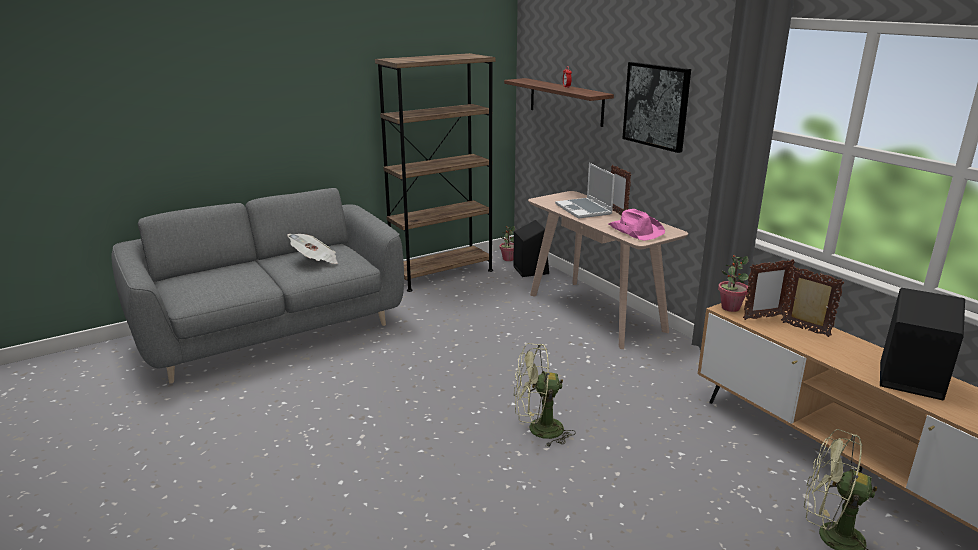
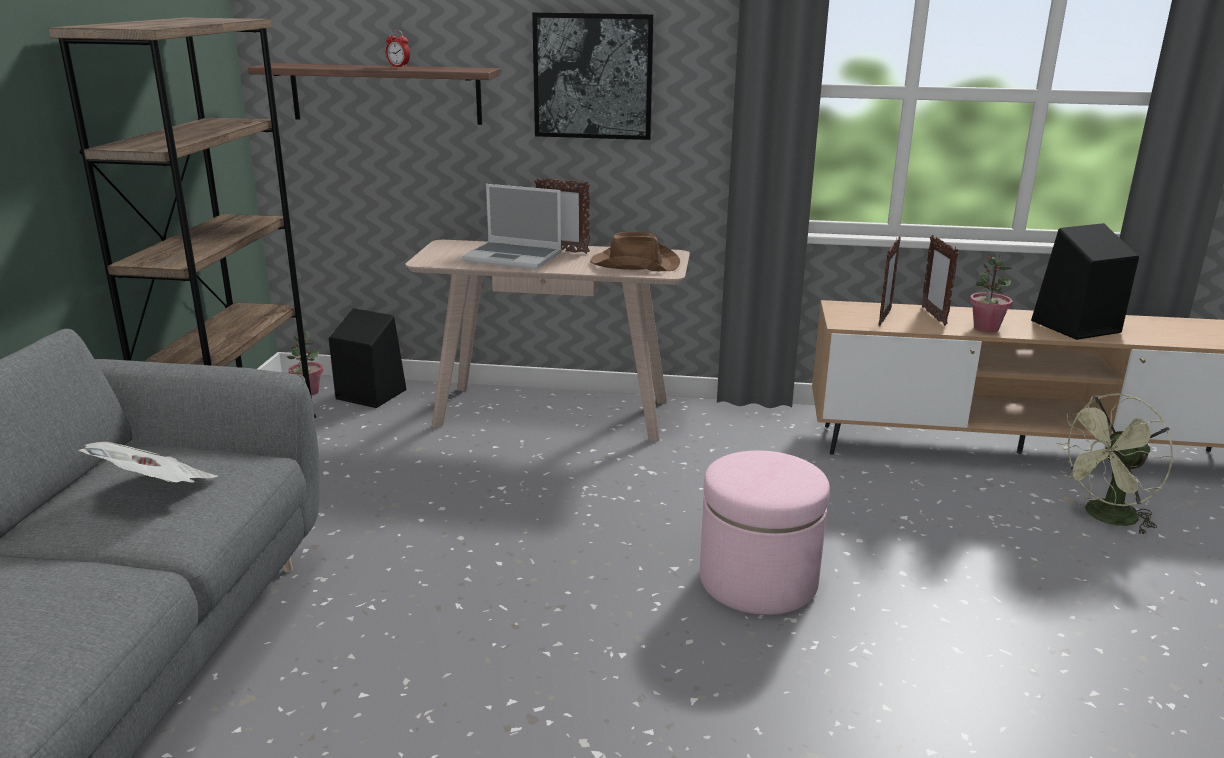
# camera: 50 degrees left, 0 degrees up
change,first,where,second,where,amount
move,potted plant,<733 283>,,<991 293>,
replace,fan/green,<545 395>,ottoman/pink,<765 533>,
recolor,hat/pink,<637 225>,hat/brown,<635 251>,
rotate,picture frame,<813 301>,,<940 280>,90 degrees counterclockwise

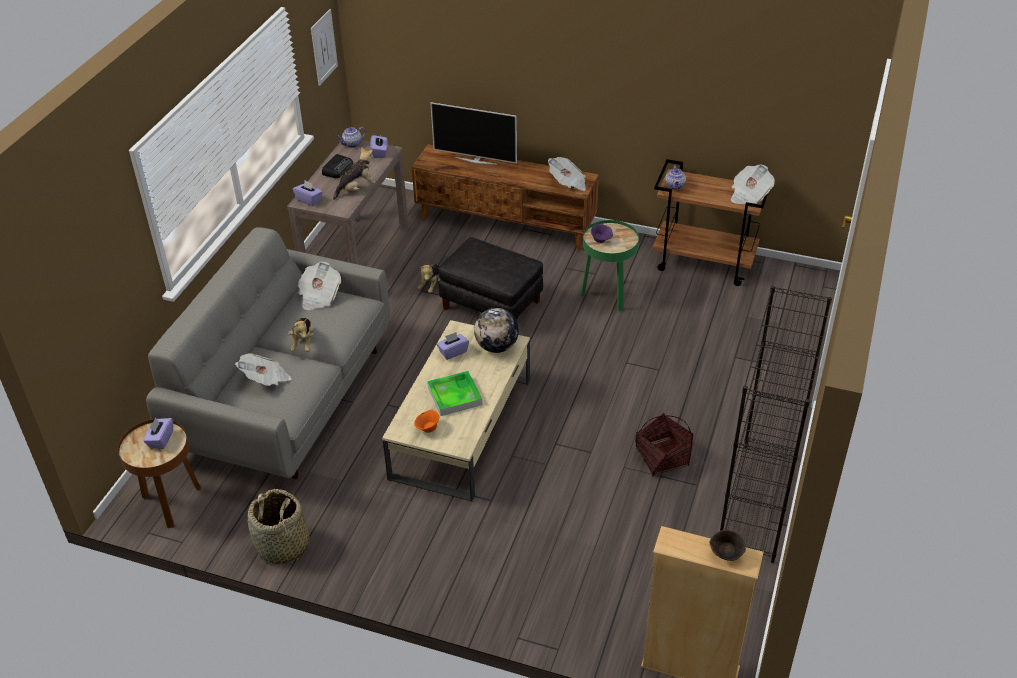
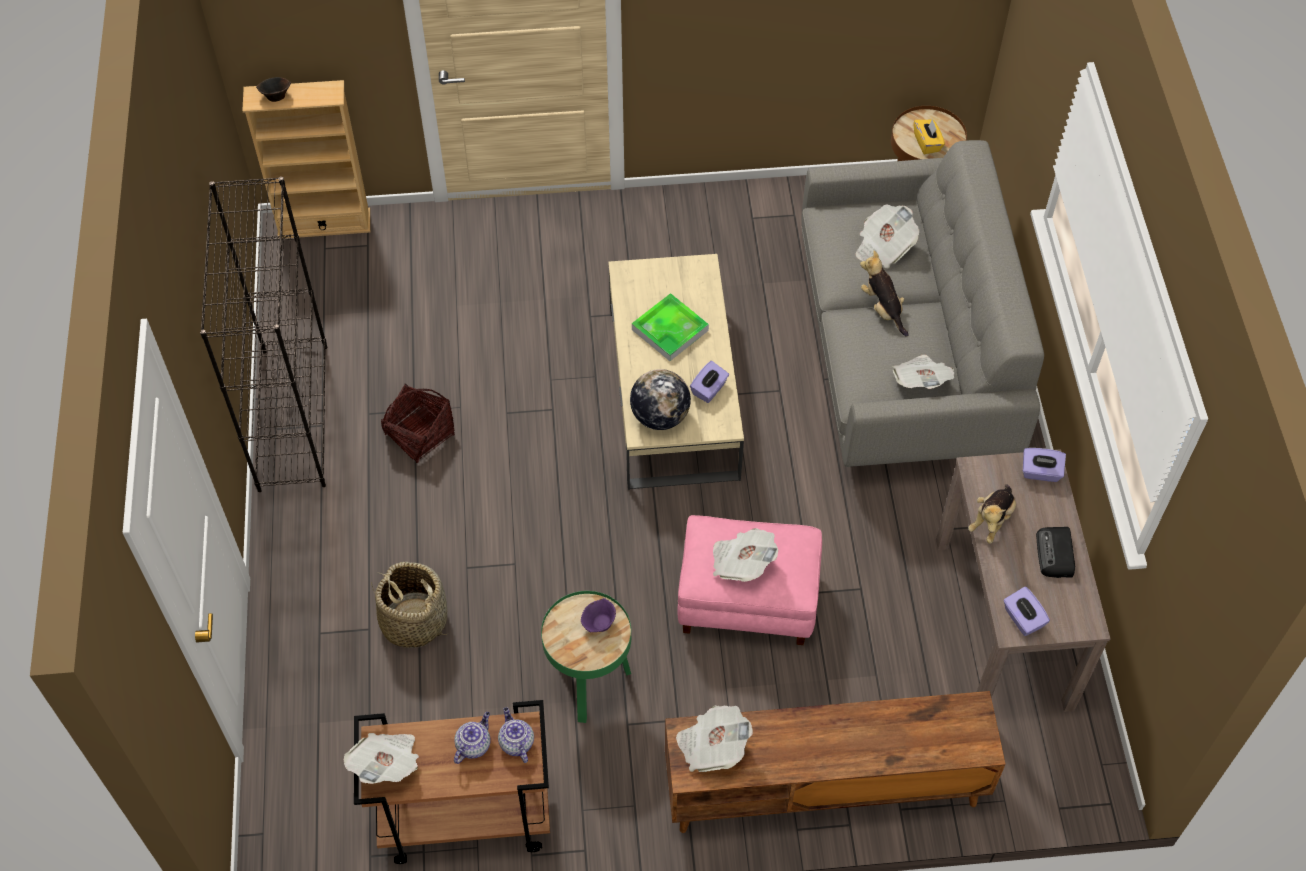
# camera: 155 degrees right, 15 degrees up
change,first,where,second,where,amount
delete,picture,<324 47>,,,
delete,bowl/orange,<426 421>,,,
delete,plush toy,<429 278>,,,
delete,television,<473 133>,,,
insert,,,newspaper,<745 555>,
move,basket,<279 526>,,<410 605>,
move,teapot,<351 137>,,<472 738>,
recolor,tissue box/purple,<158 433>,tissue box/yellow,<929 136>,
recolor,ottoman/black,<490 278>,ottoman/pink,<750 580>,

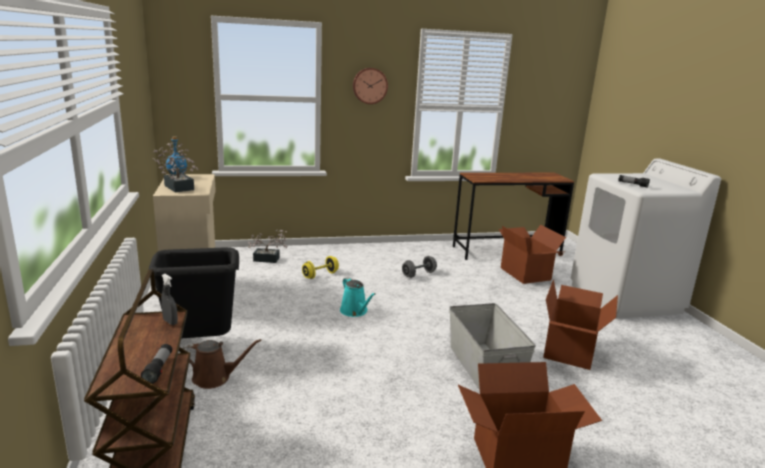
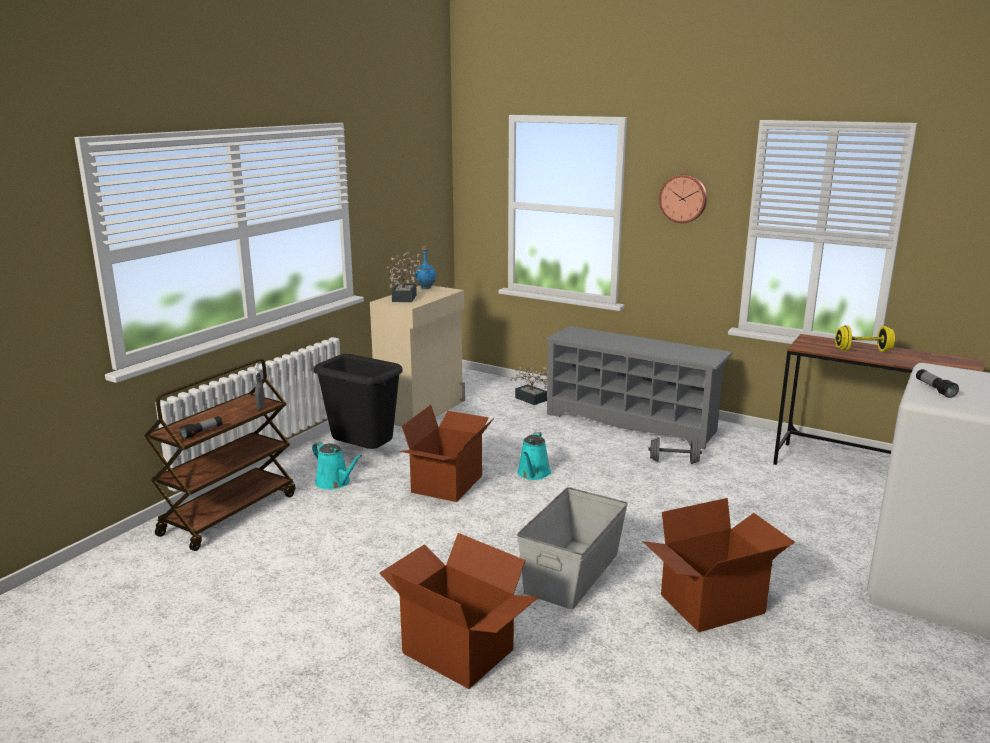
# camera: 45 degrees right, 0 degrees up
change,first,where,second,where,amount
insert,,,shoe rack/grey,<639 387>,
move,dumbbell/yellow,<320 267>,,<865 338>,
move,cardboard box,<532 254>,,<446 453>,
recolor,watering can/brown,<220 364>,watering can/turquoise,<337 466>,

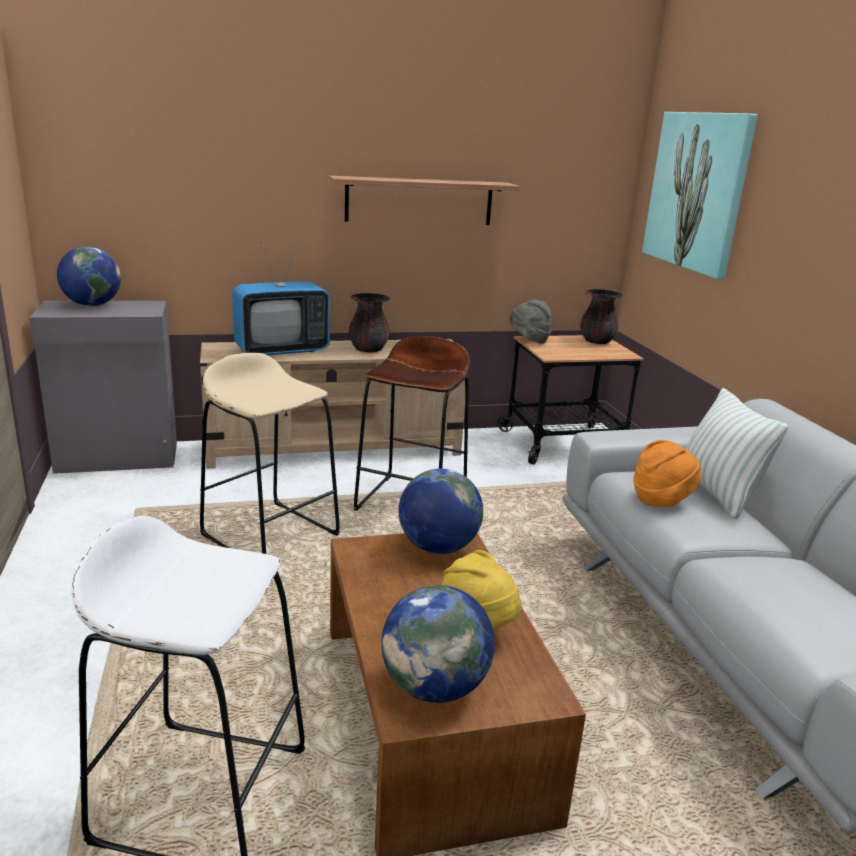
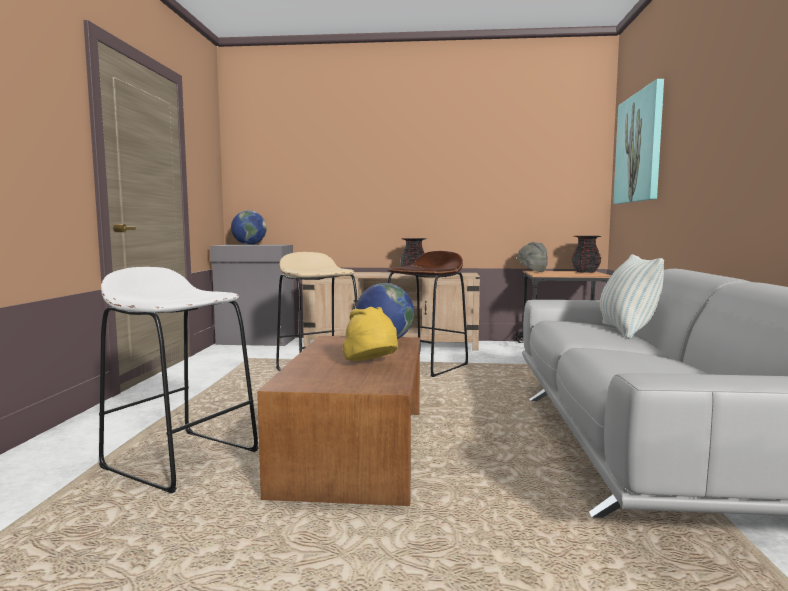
# camera: 20 degrees right, 15 degrees down
change,first,where,second,where,amount
delete,television,<281 298>,,,
delete,shelf,<424 200>,,,
delete,globe,<438 644>,,,
delete,hat/orange,<667 473>,,,

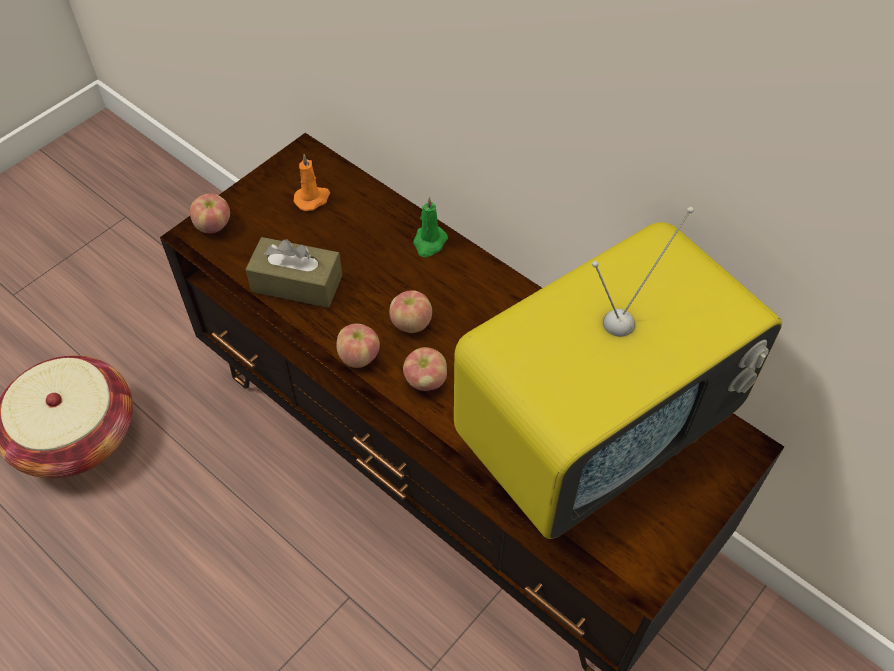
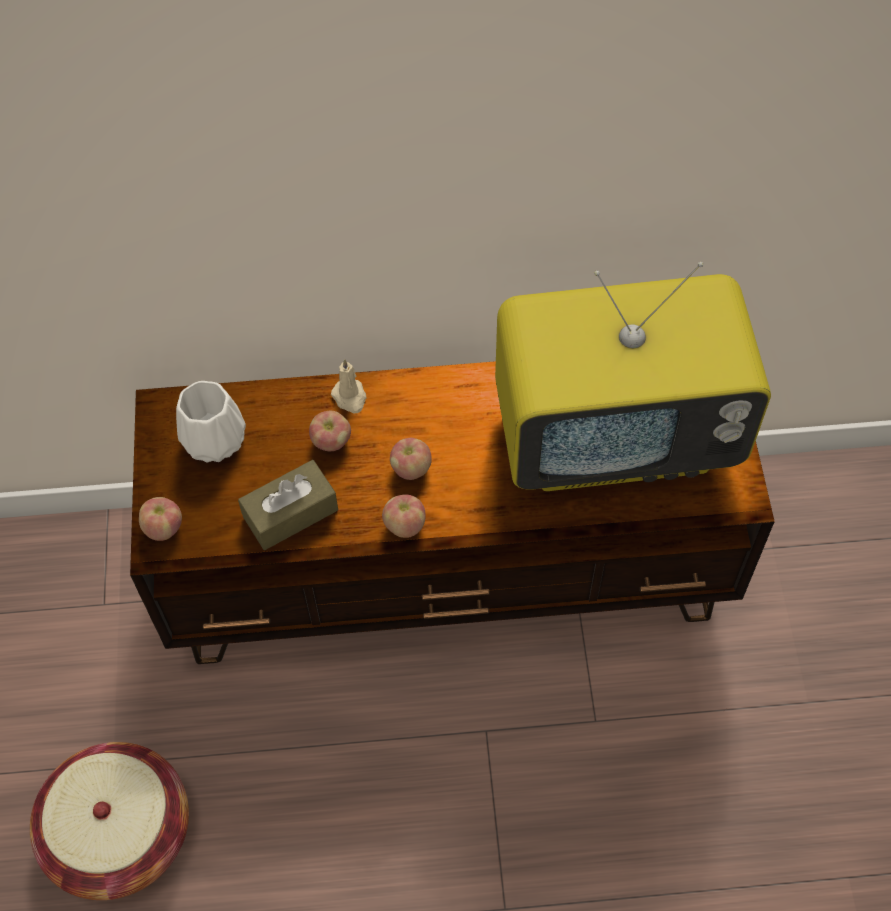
# camera: 45 degrees left, 5 degrees up
change,first,where,second,where,amount
move,apple,<425 369>,,<330 431>,
replace,candle/orange,<312 182>,vase/white,<211 422>,
recolor,candle/green,<430 227>,candle/beige,<348 386>,
rotate,television,<618 373>,,<633 376>,75 degrees clockwise

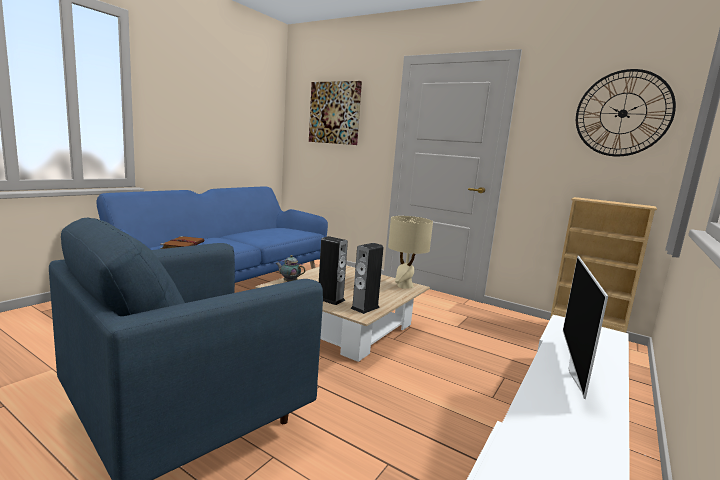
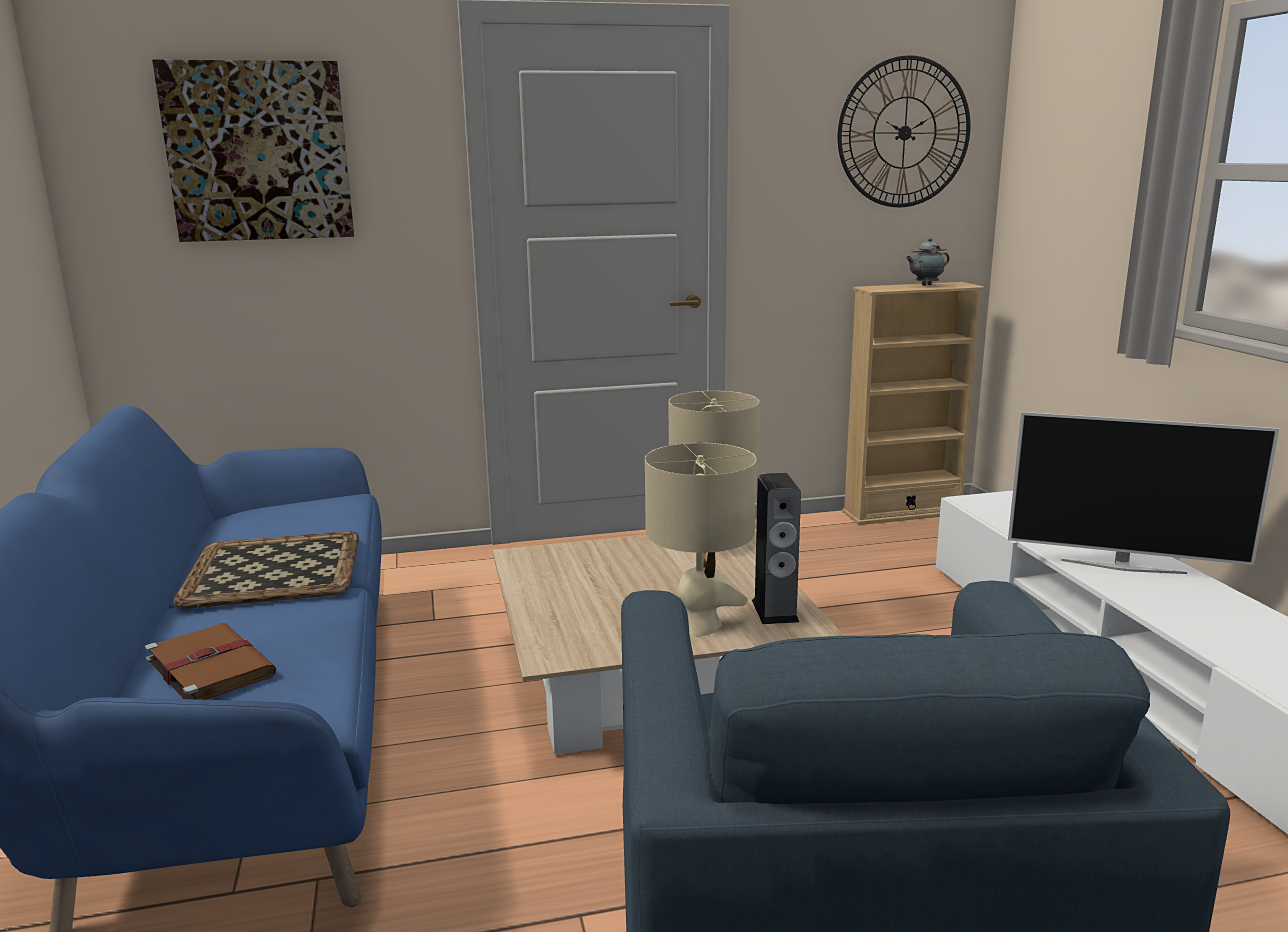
# camera: 45 degrees left, 5 degrees up
change,first,where,second,where,amount
insert,,,tray,<266 570>,
move,teapot,<290 268>,,<927 262>,
replace,speaker,<333 270>,table lamp/beige,<701 540>,
rotate,television,<585 327>,,<1143 493>,45 degrees counterclockwise

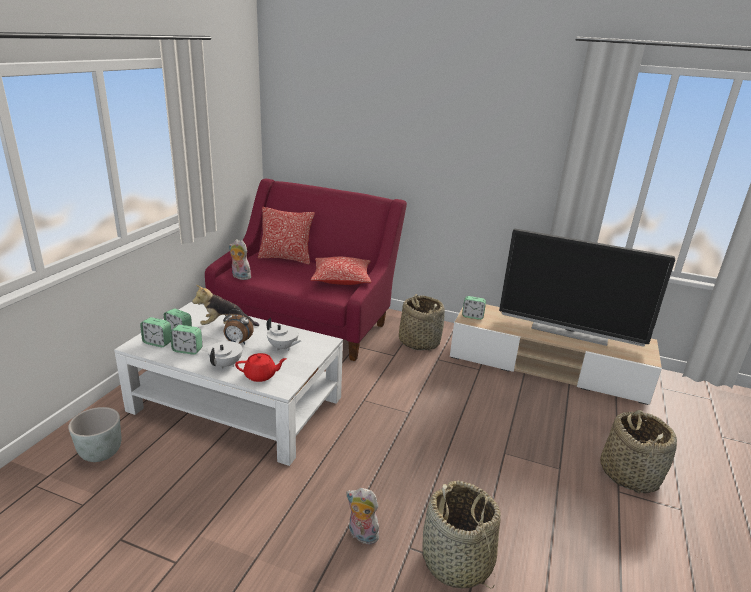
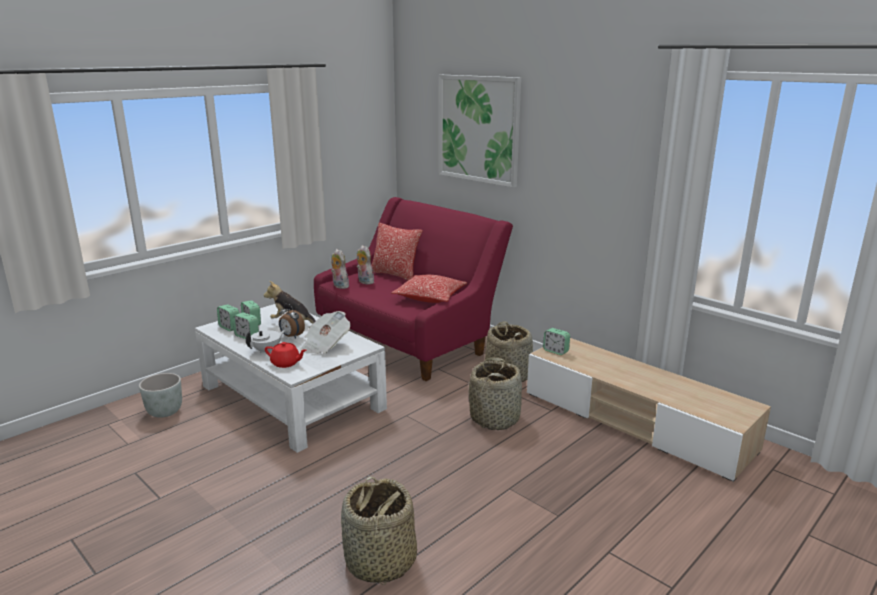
# camera: 25 degrees right, 5 degrees down
change,first,where,second,where,amount
delete,television,<587 287>,,,
insert,,,picture,<480 131>,
move,plush toy,<364 516>,,<365 264>,
move,basket,<638 452>,,<495 394>,
replace,teapot/white,<284 334>,newspaper,<325 332>,

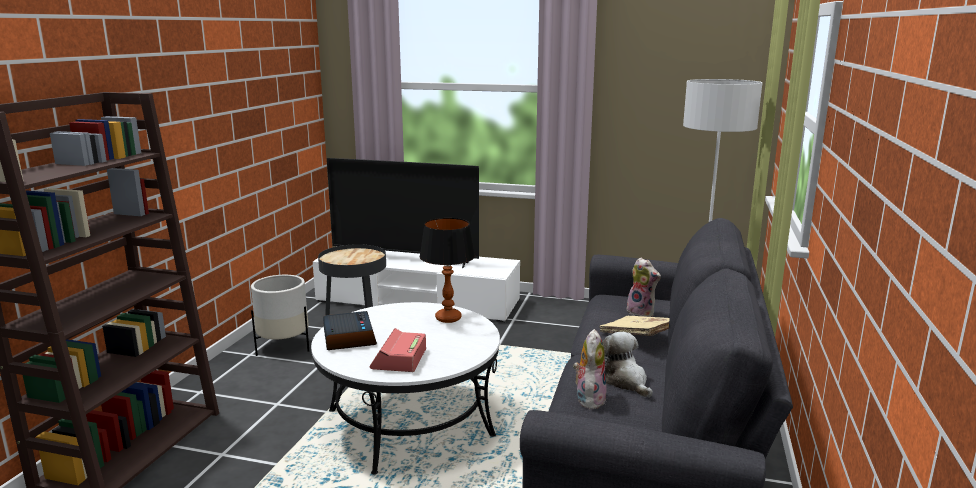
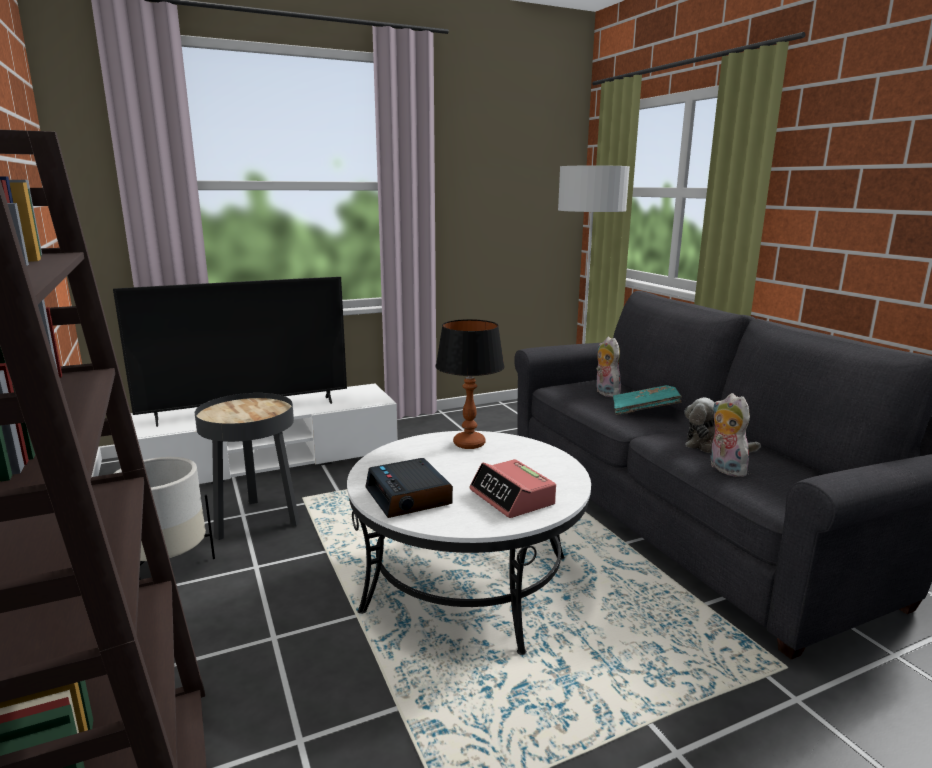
# camera: 40 degrees left, 0 degrees up
change,first,where,second,where,amount
recolor,book/beige,<634 326>,book/turquoise,<647 400>,
rotate,alarm clock,<350 330>,,<409 488>,150 degrees counterclockwise
rotate,plush toy,<643 287>,,<608 367>,120 degrees counterclockwise

